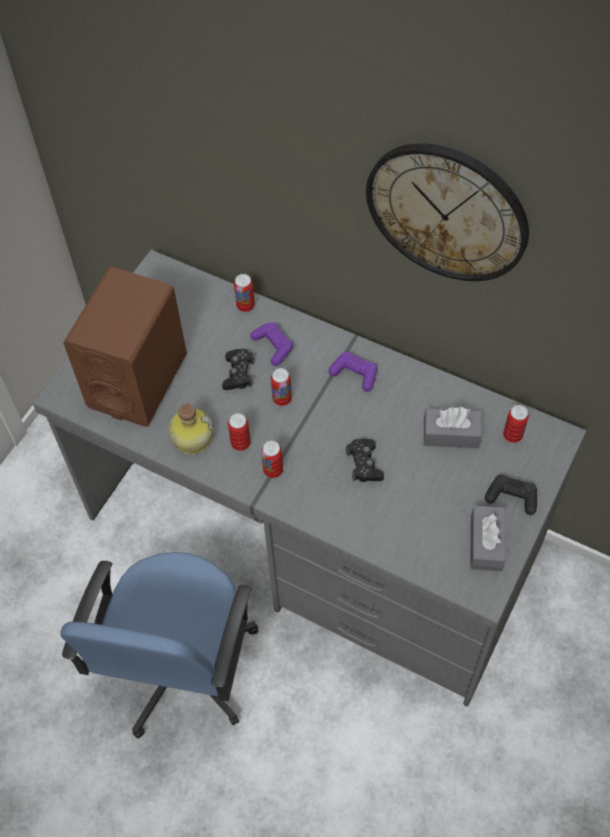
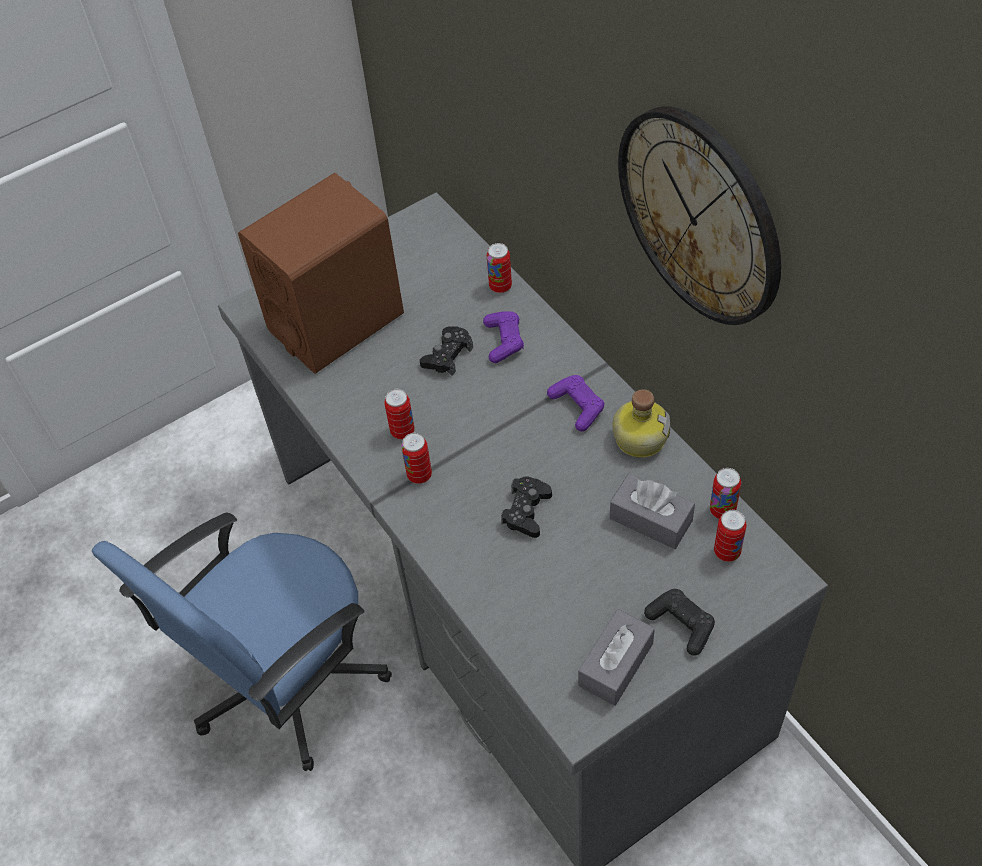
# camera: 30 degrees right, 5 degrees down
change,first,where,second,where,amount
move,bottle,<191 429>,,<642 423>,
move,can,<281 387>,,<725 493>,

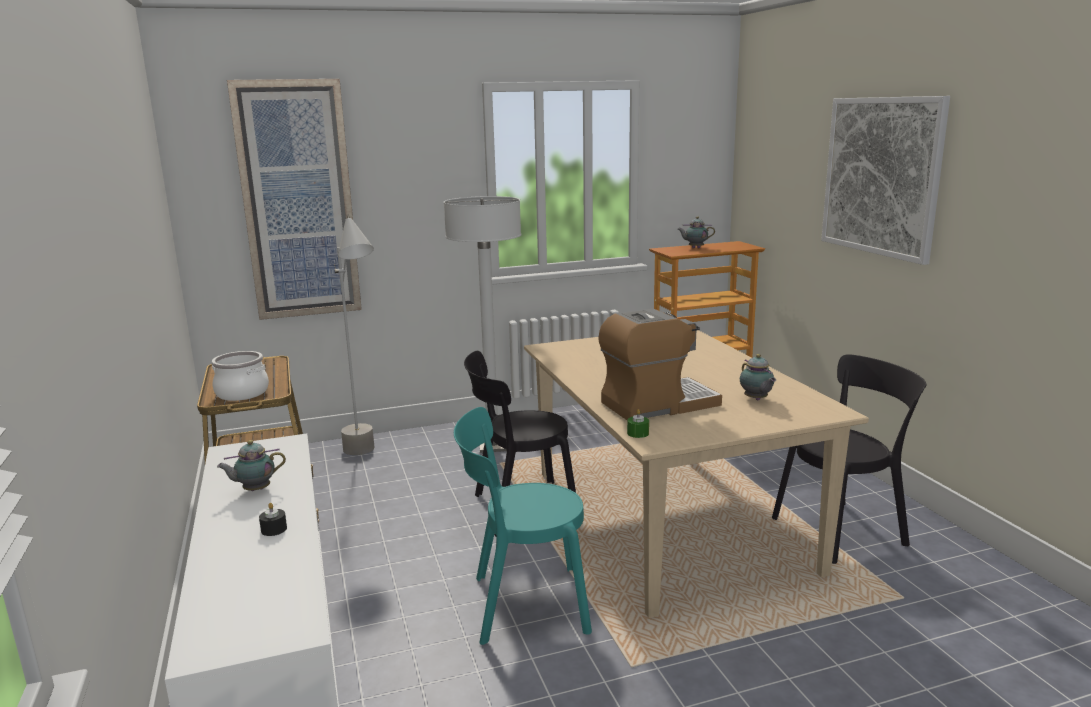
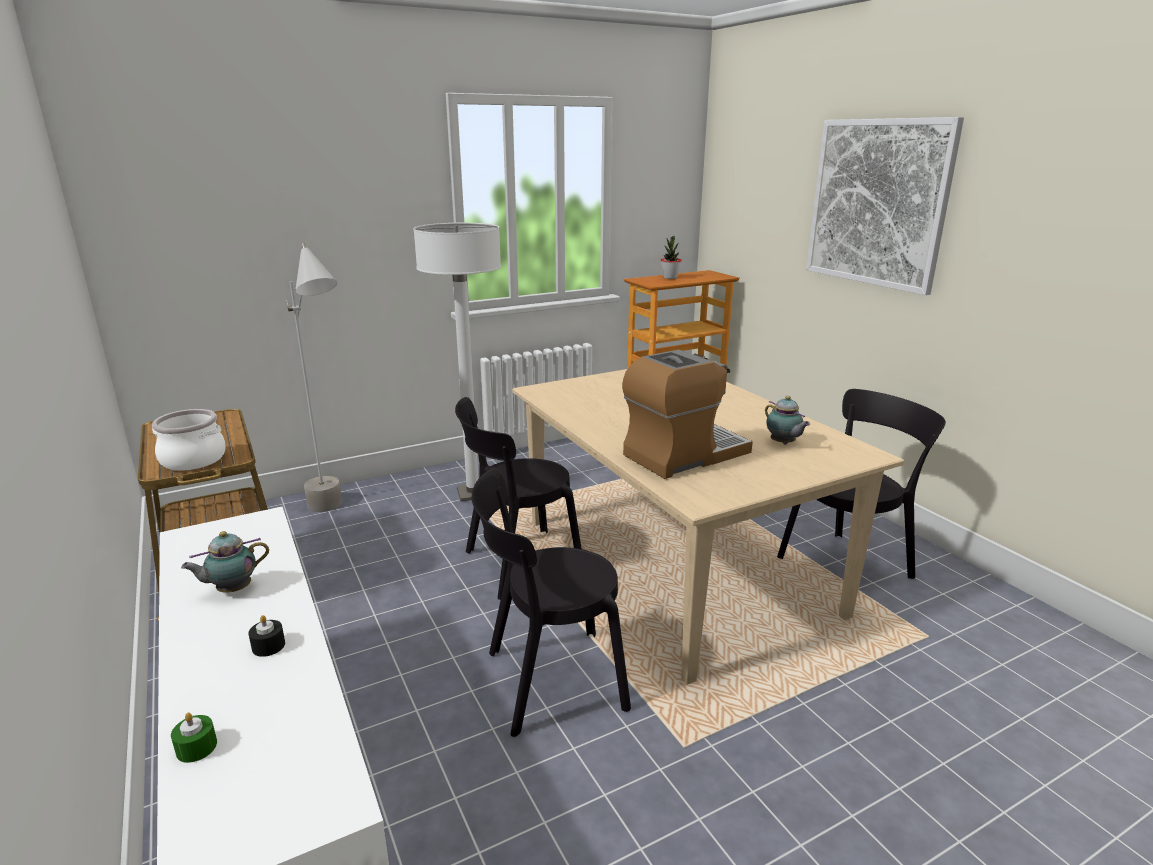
# camera: 10 degrees left, 5 degrees up
change,first,where,second,where,amount
delete,picture,<294 199>,,,
move,candle/green,<638 423>,,<194 738>,
replace,teapot,<696 232>,potted plant,<671 257>,
recolor,chair/turquoise,<523 526>,chair/black,<551 602>,

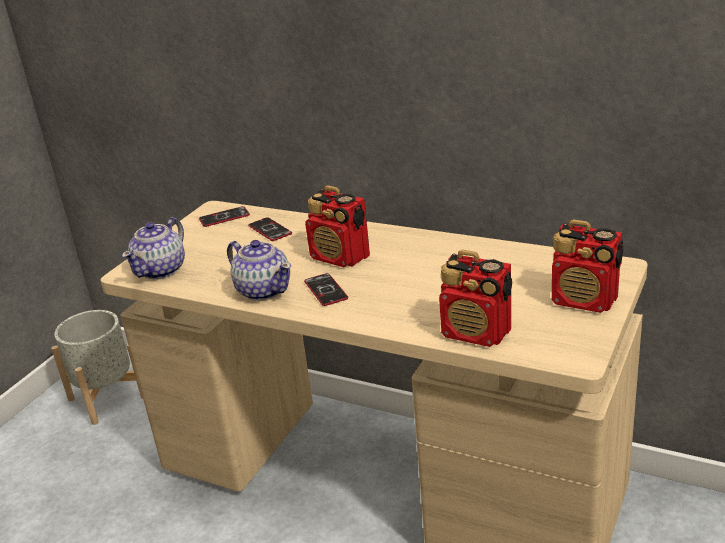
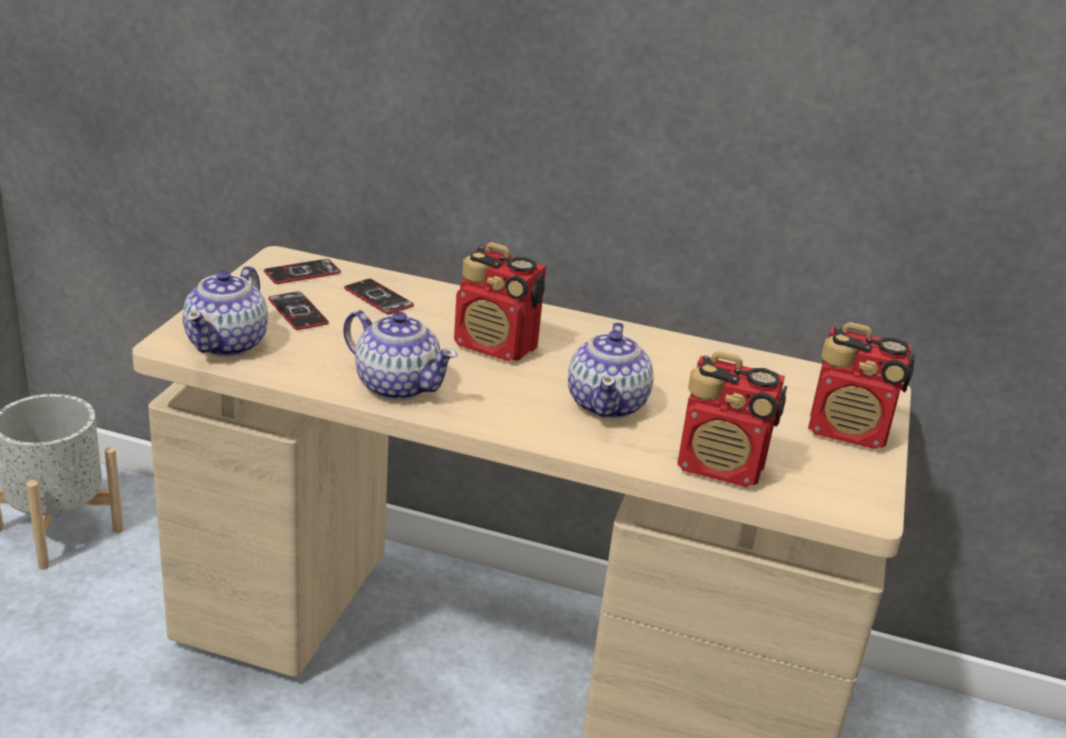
# camera: 15 degrees left, 0 degrees up
change,first,where,second,where,amount
insert,,,teapot,<610 370>,
move,phone,<326 289>,,<298 310>,

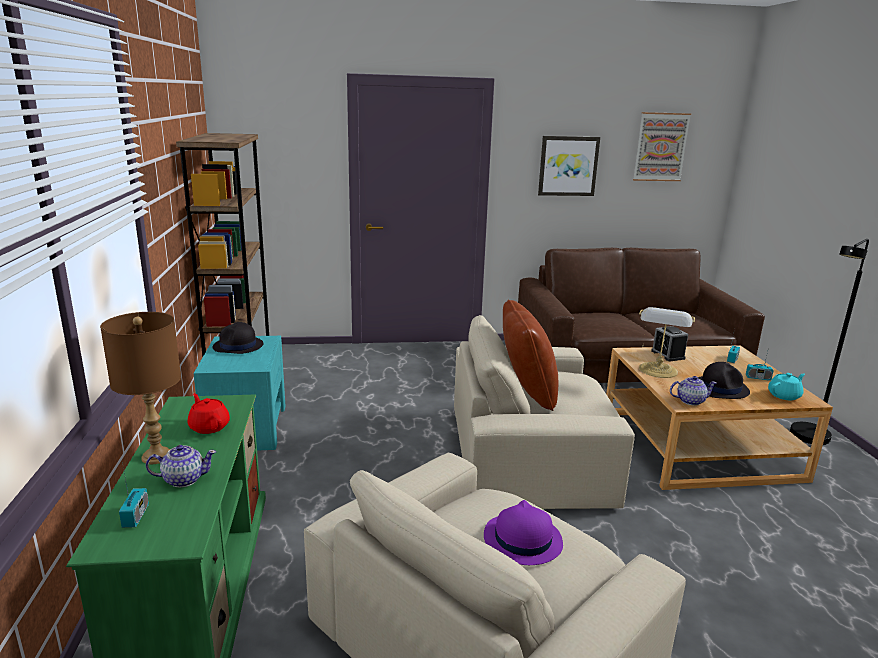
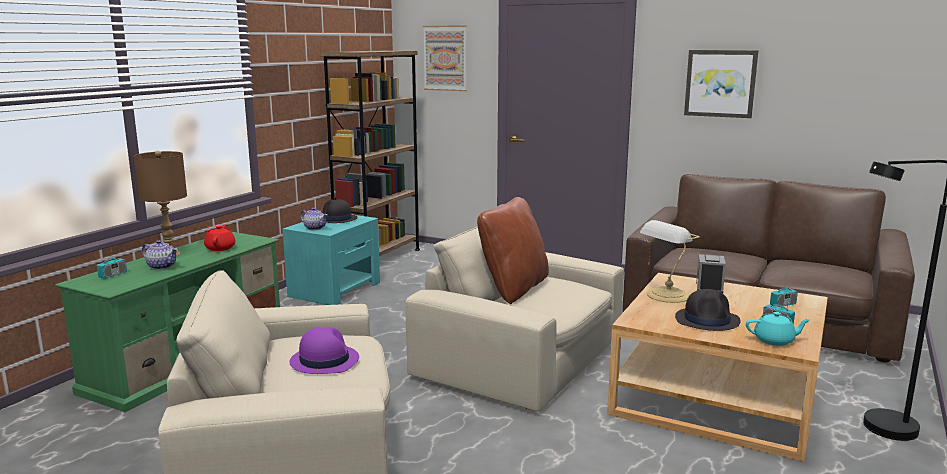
# camera: 35 degrees right, 5 degrees down
change,first,where,second,where,amount
move,picture,<662 146>,,<445 58>,
move,teapot,<693 391>,,<314 219>,

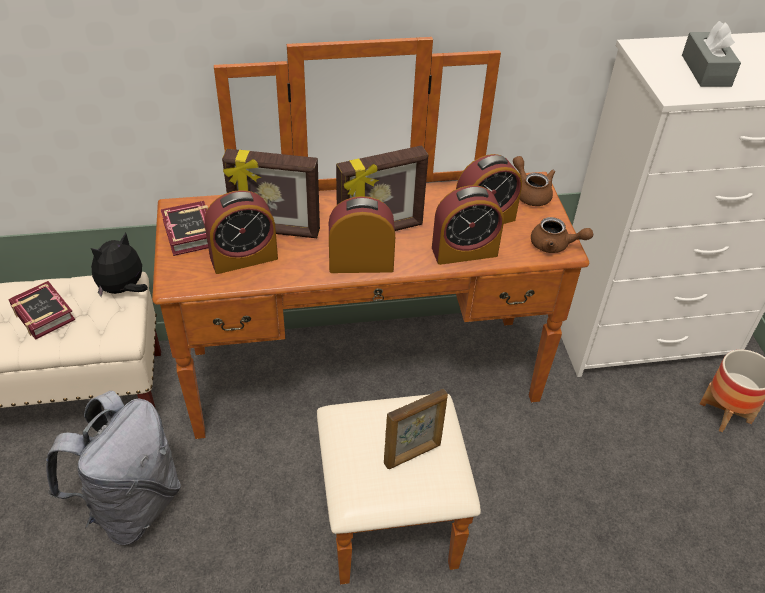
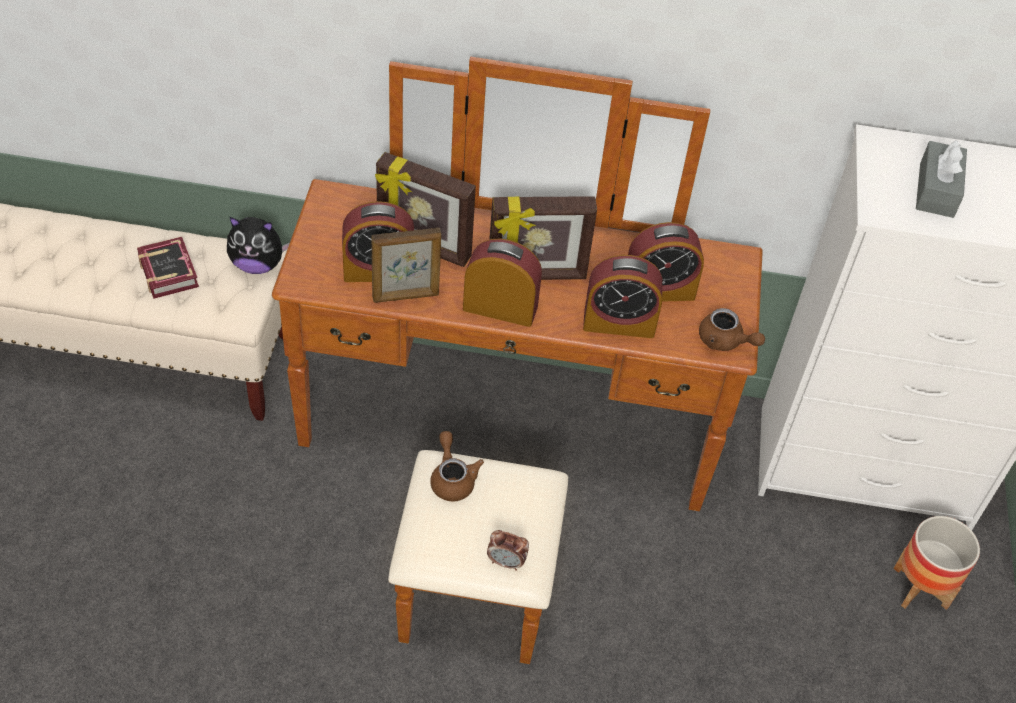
# camera: 15 degrees right, 5 degrees up
change,first,where,second,where,amount
delete,backpack/grey,<113 468>,,,
delete,book,<184 228>,,,
insert,,,alarm clock,<508 550>,
move,picture frame,<416 429>,,<406 265>,
move,teapot/brown,<534 181>,,<457 466>,
rotate,plush toy,<119 264>,,<258 245>,150 degrees counterclockwise

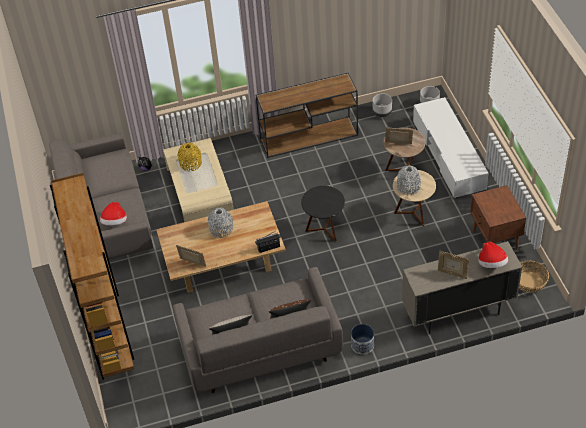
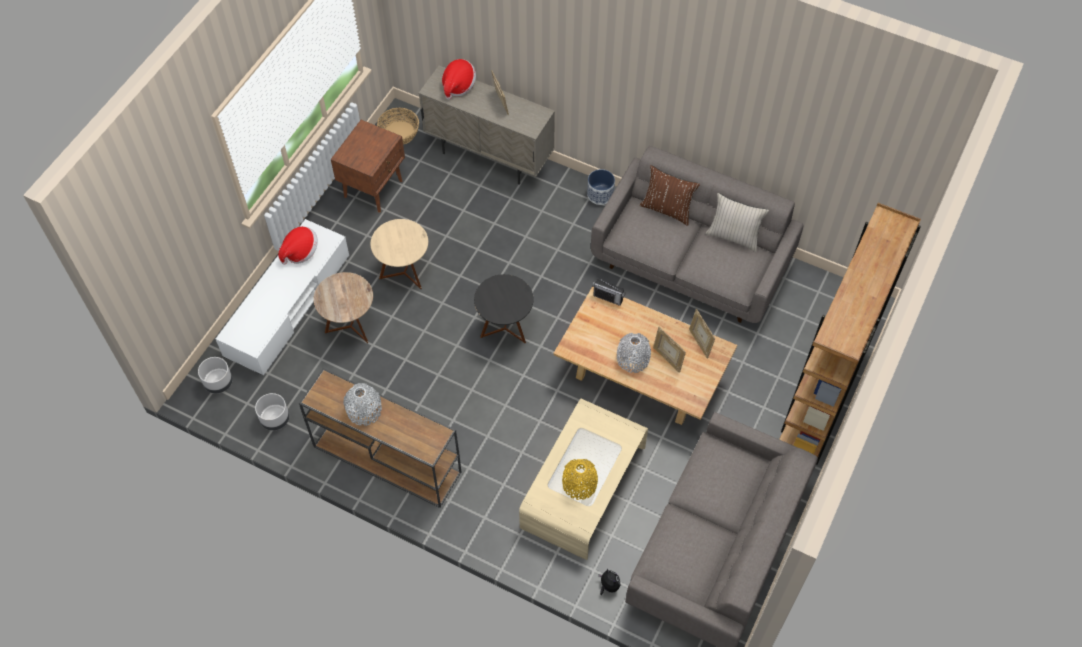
# camera: 140 degrees left, 10 degrees up
change,first,where,second,where,amount
move,hat,<113 214>,,<298 245>,
move,picture frame,<399 135>,,<669 350>,
move,vase/grey,<409 180>,,<362 404>,

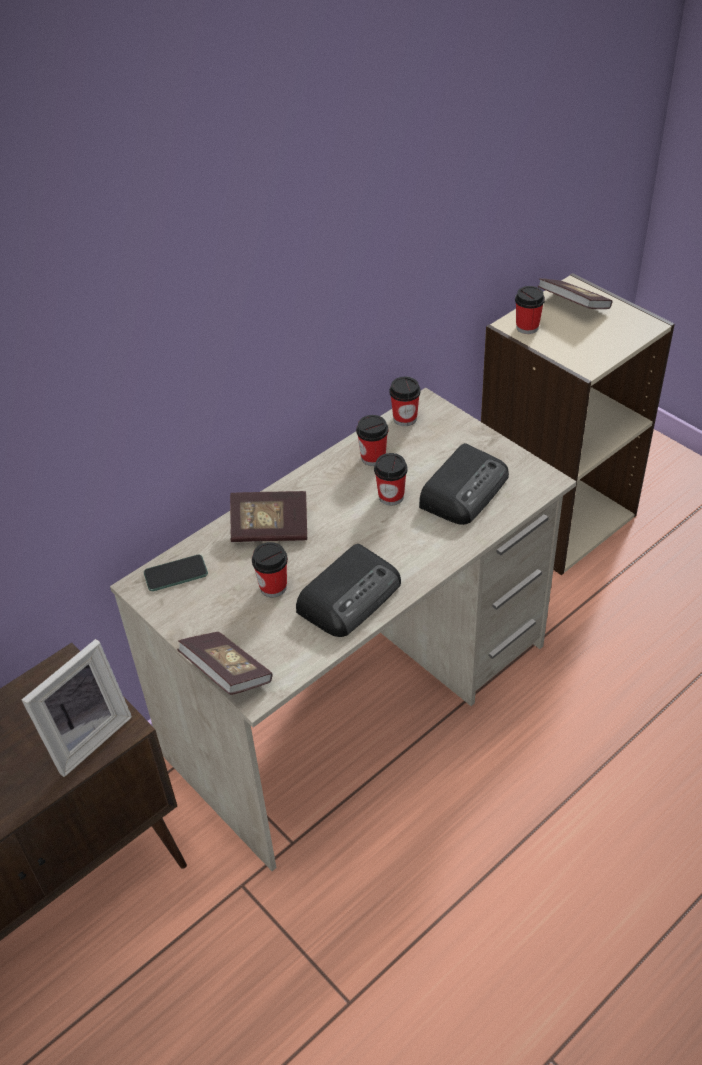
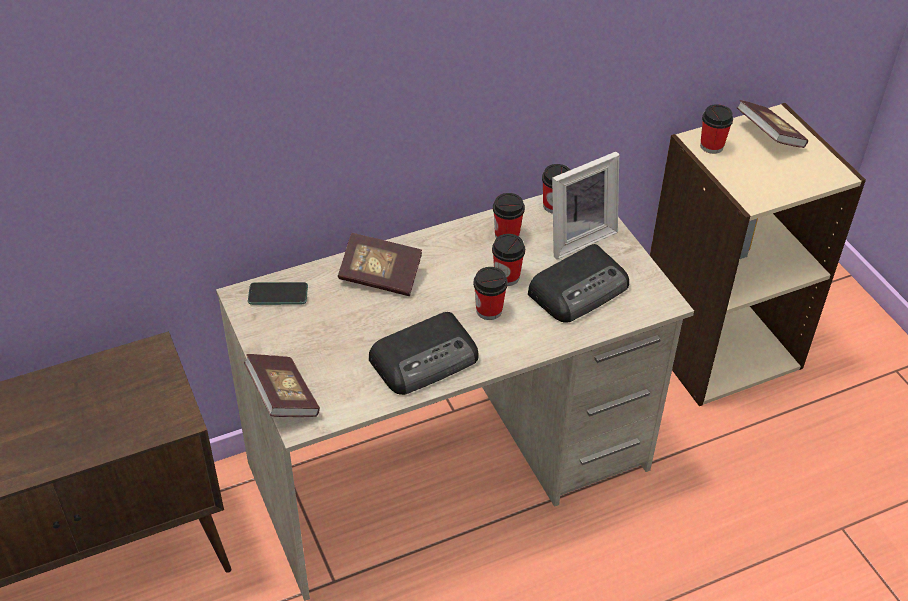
# camera: 15 degrees right, 0 degrees up
change,first,where,second,where,amount
move,picture frame,<77 708>,,<585 205>,
move,cup,<270 569>,,<490 293>,

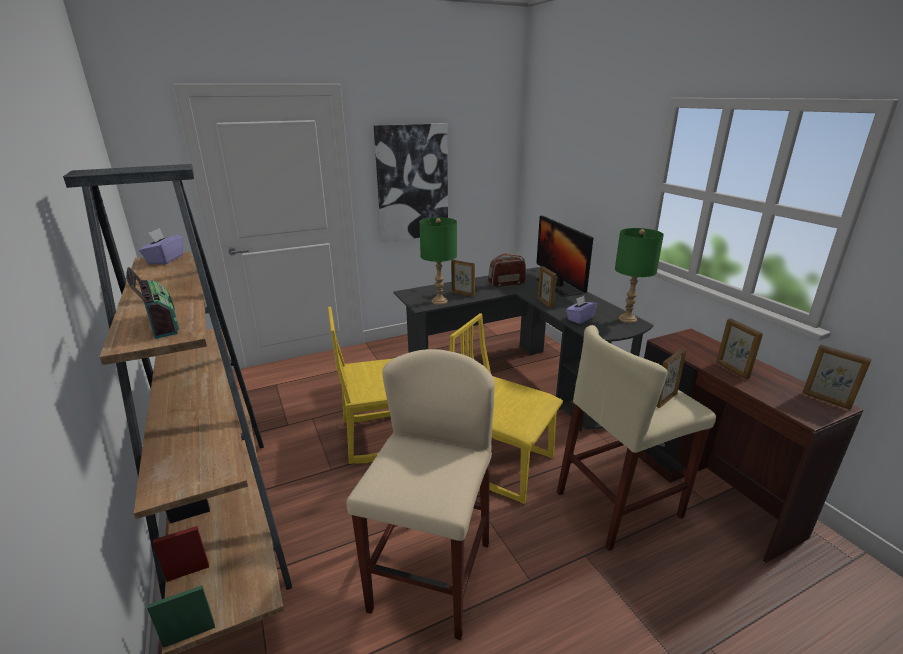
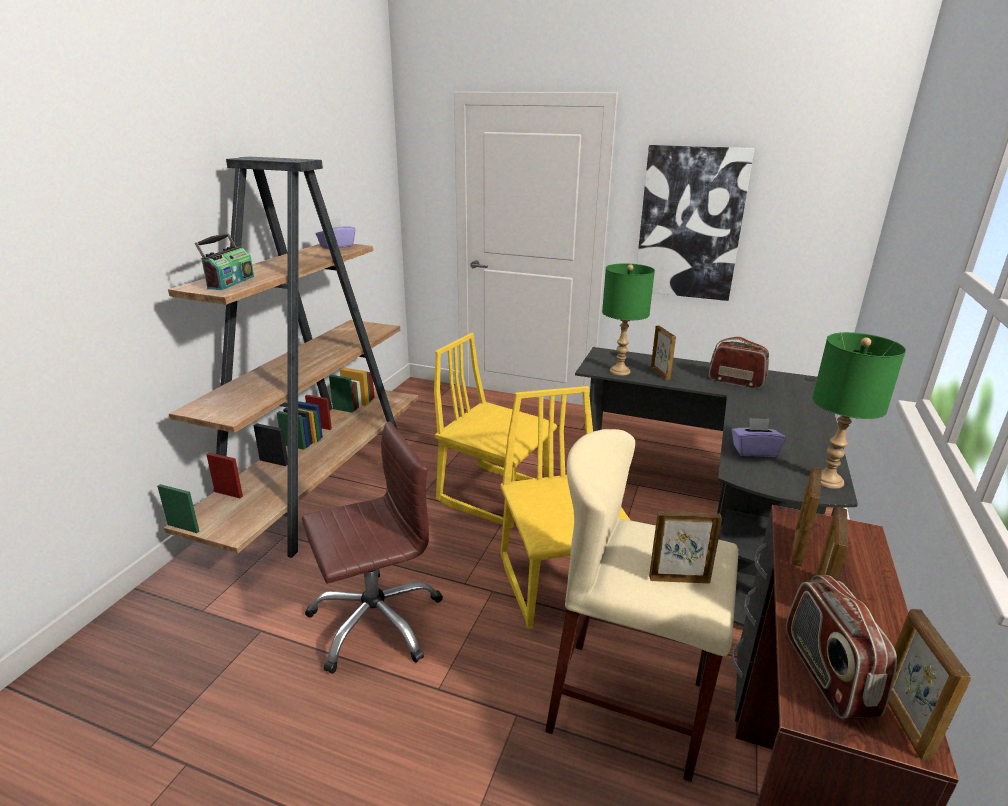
# camera: 45 degrees right, 0 degrees up
change,first,where,second,where,amount
delete,monitor,<564 256>,,,
insert,,,radio,<841 647>,
move,picture frame,<547 287>,,<806 517>,
replace,stool/beige,<421 494>,office chair/brown,<372 547>,

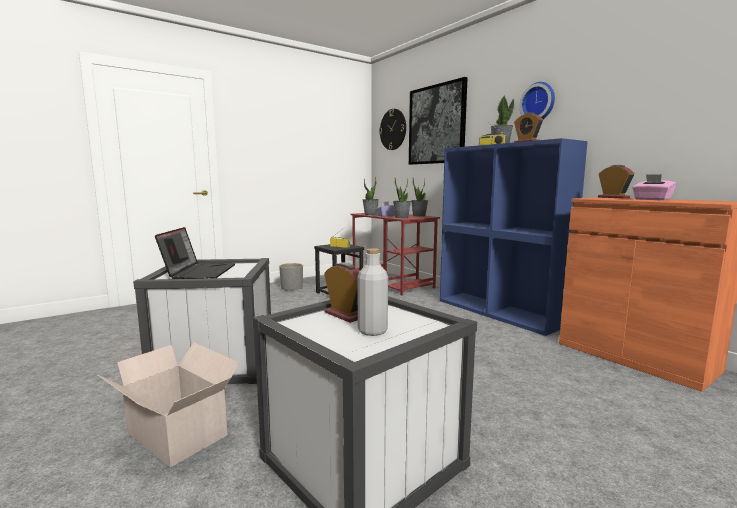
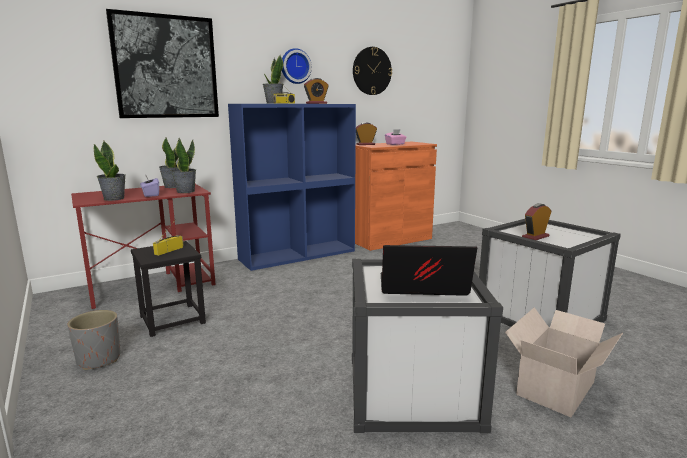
# camera: 85 degrees left, 5 degrees up
change,first,where,second,where,amount
delete,bottle/grey,<372 292>,,,
move,wall clock,<392 129>,,<372 71>,

